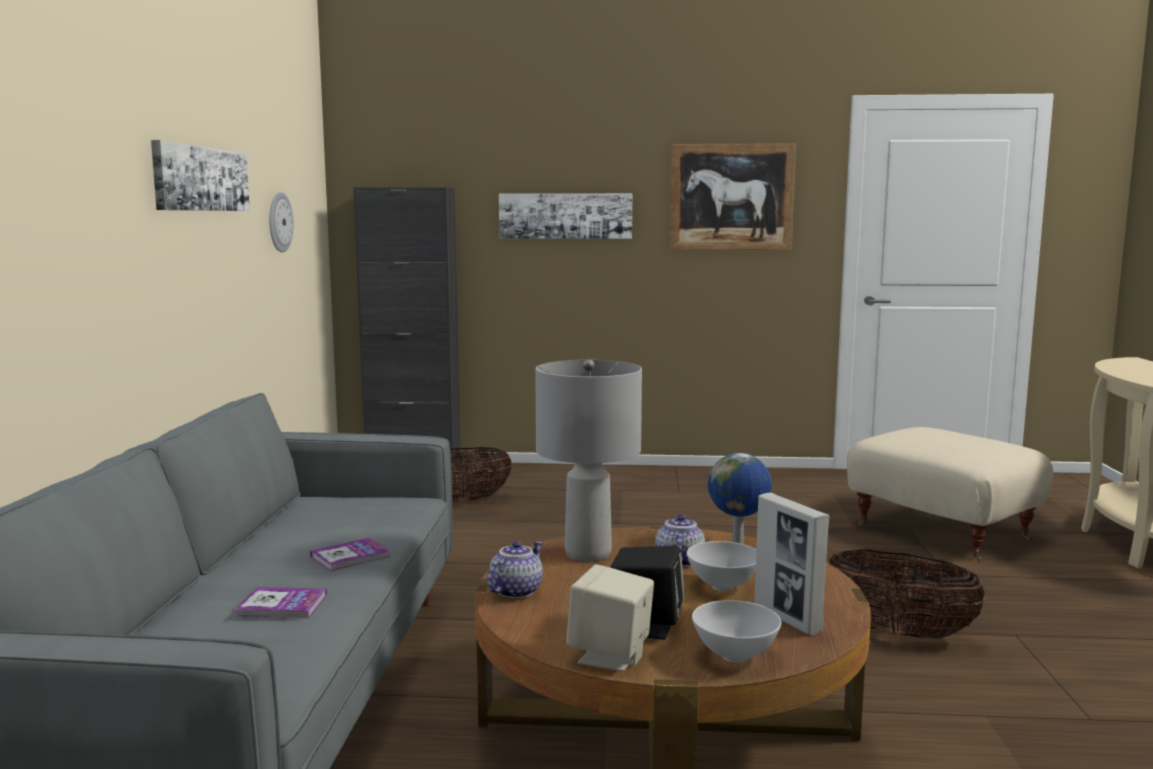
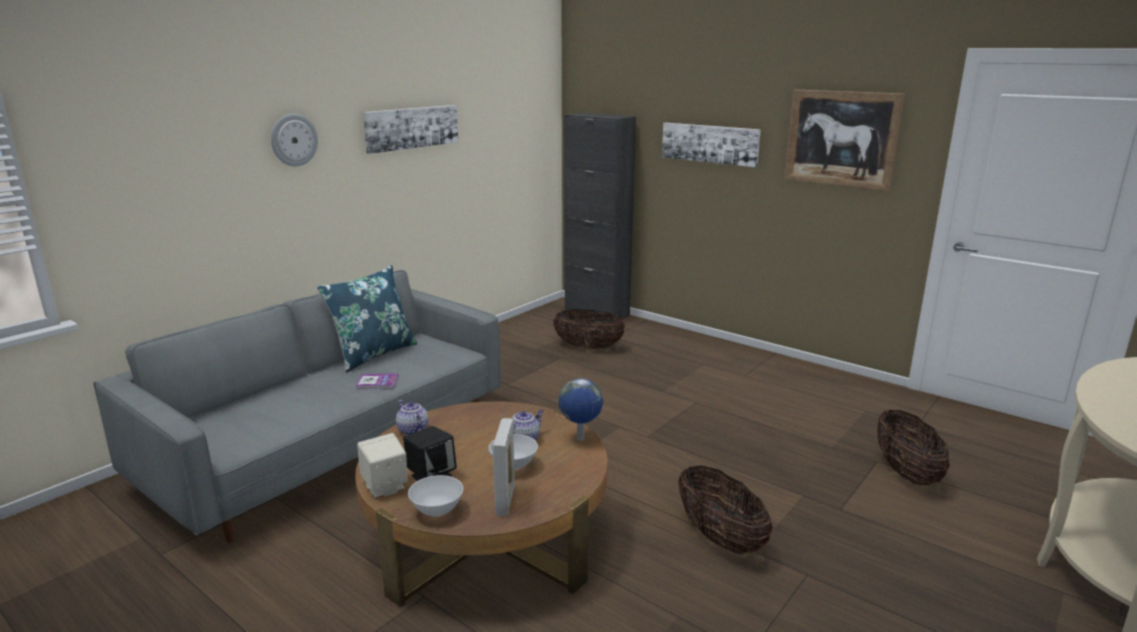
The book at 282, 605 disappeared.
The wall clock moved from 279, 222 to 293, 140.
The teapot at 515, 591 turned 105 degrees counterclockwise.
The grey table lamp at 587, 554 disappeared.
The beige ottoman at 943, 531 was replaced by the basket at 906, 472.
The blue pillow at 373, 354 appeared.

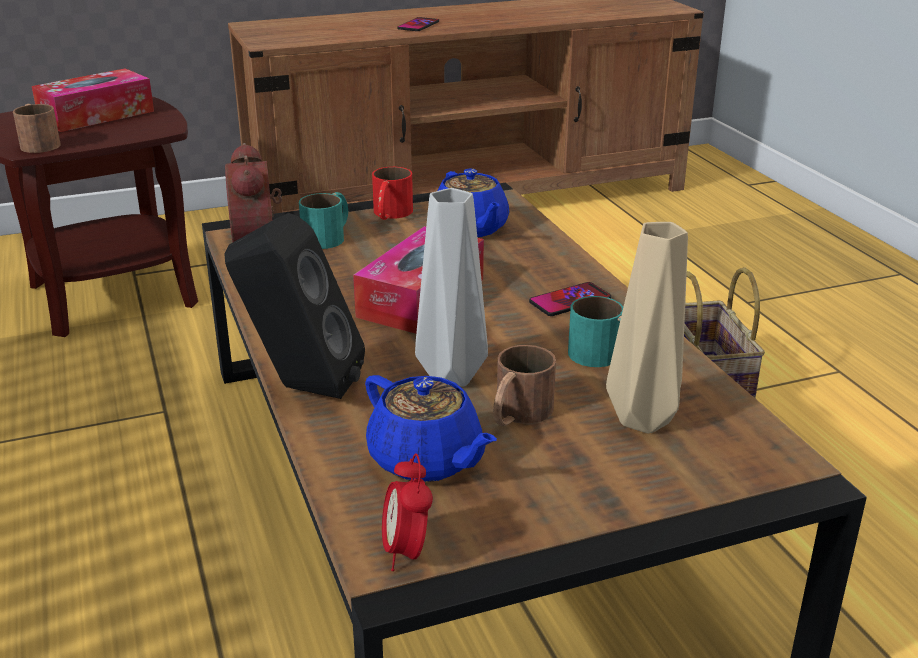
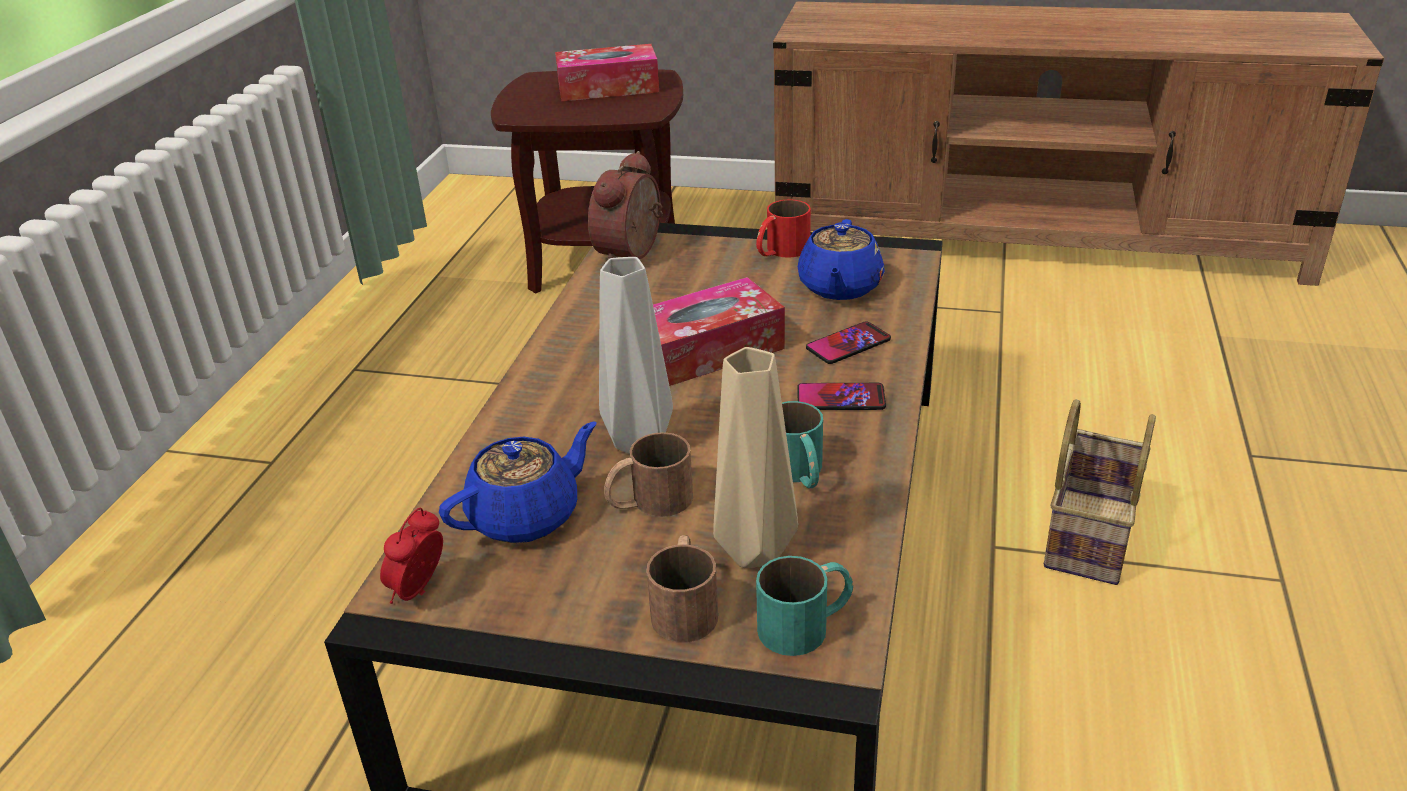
The brown mug moved from 38, 143 to 685, 605.
The black speaker at 299, 388 disappeared.
The turquoise mug moved from 329, 236 to 807, 624.
The blue teapot at 427, 460 turned 120 degrees counterclockwise.
The phone moved from 418, 25 to 848, 344.

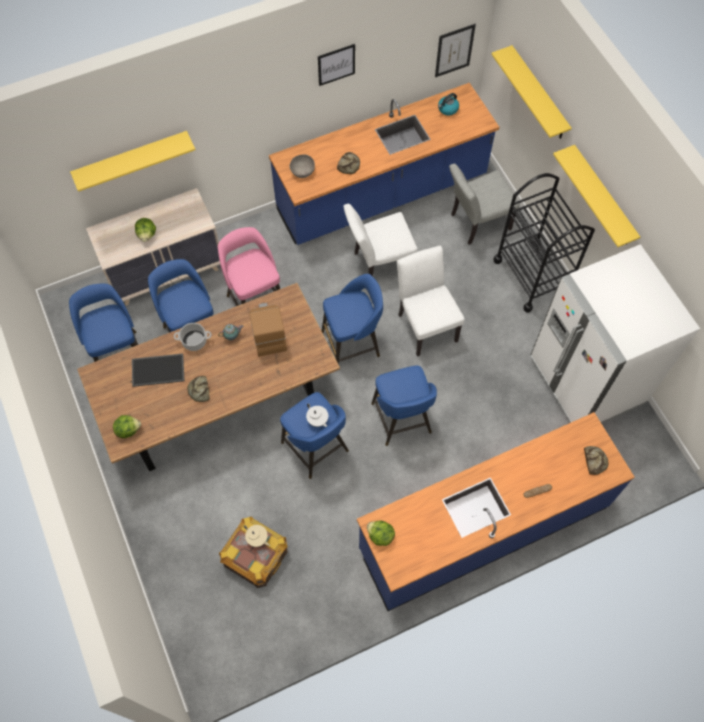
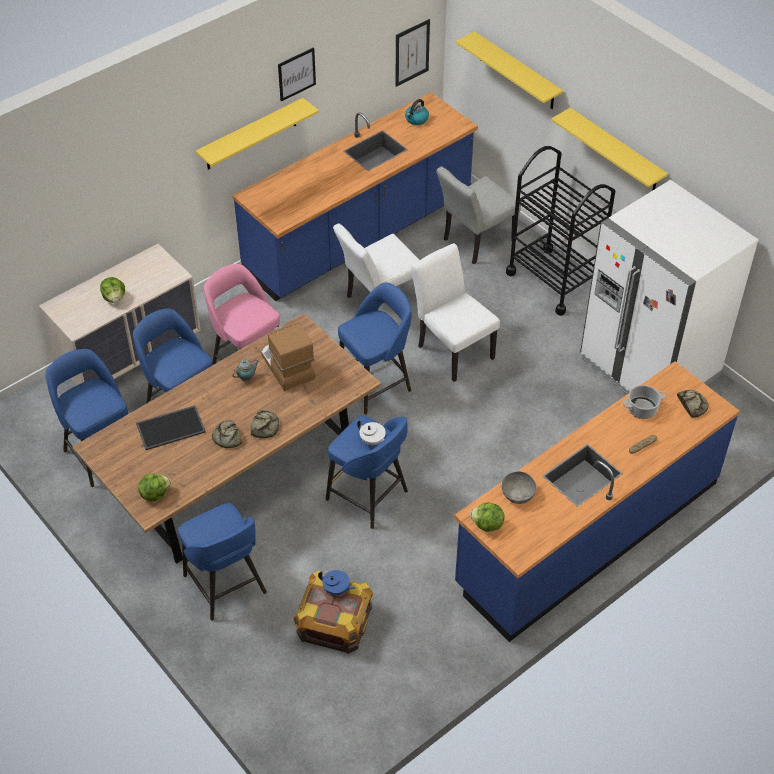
The yellow shelf moved from 131, 159 to 251, 135.
The cooking pot moved from 194, 341 to 642, 408.
The beige teapot at 257, 539 became the blue teapot at 336, 589.
The grey bowl moved from 302, 171 to 518, 494.
The bread moved from 349, 165 to 265, 426.
The blue stool moved from 401, 420 to 226, 586.

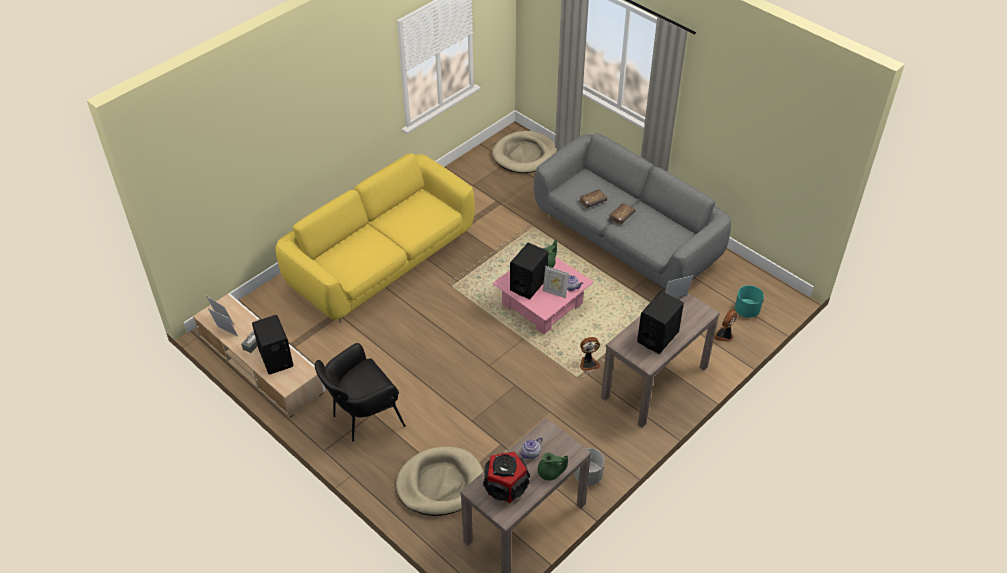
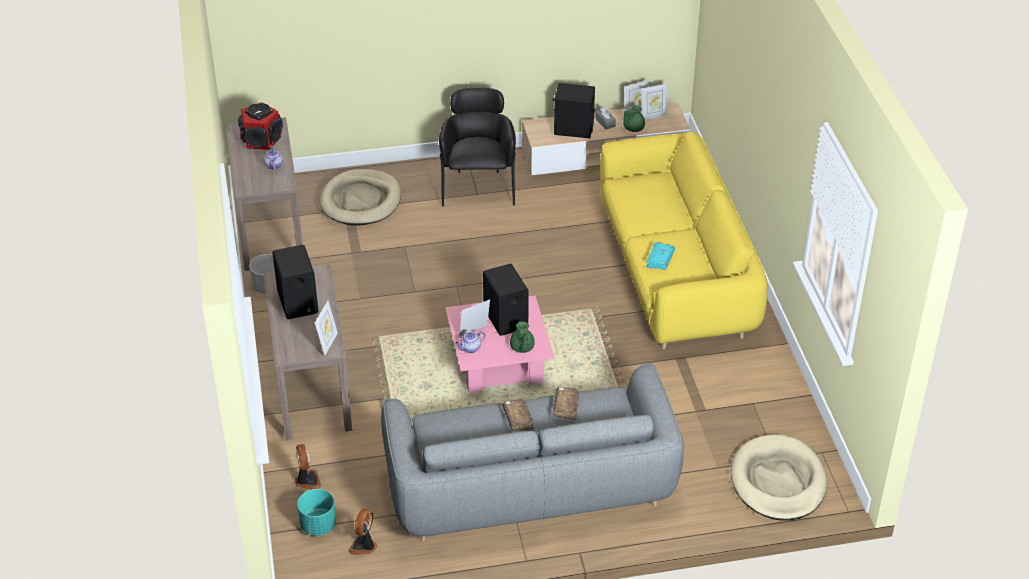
The green teapot moved from 550, 473 to 632, 128.
The fan moved from 588, 363 to 364, 546.
The turquoise book at 660, 260 appeared.

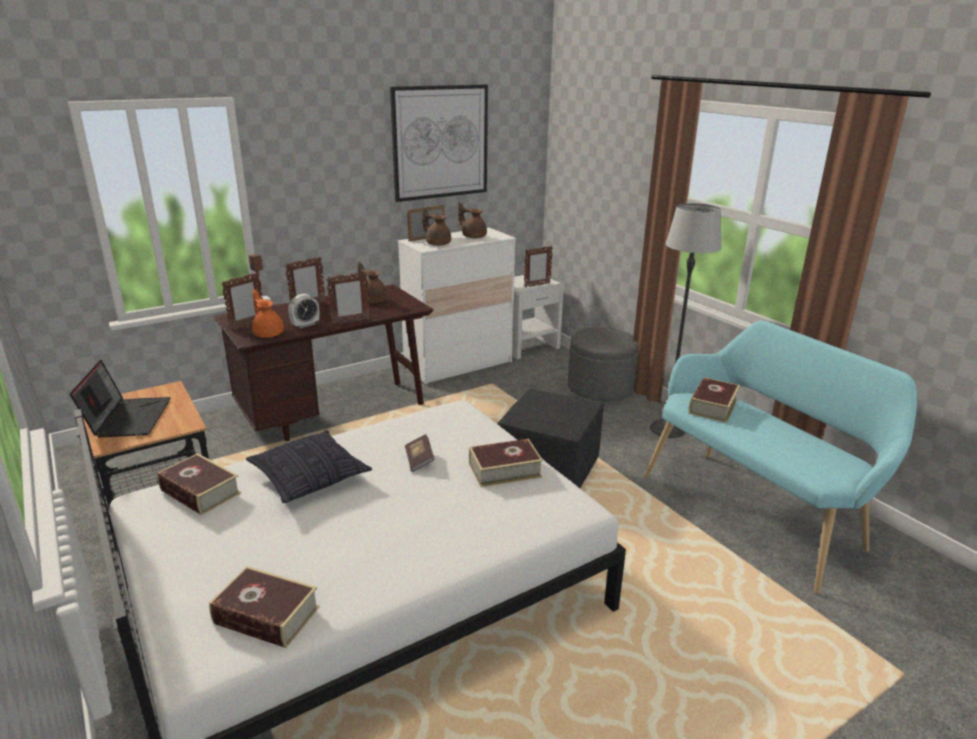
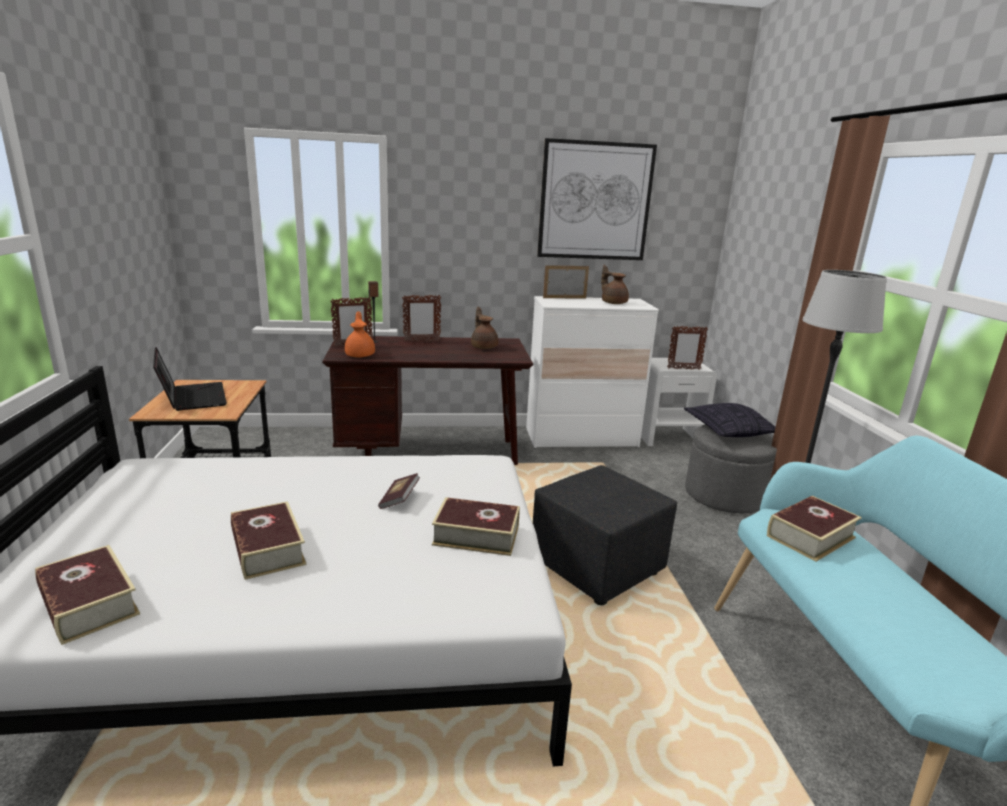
The laptop at 128, 418 turned 45 degrees counterclockwise.
The book moved from 200, 492 to 268, 549.
The pillow moved from 309, 478 to 729, 431.
The alarm clock at 305, 325 disappeared.
The picture frame at 350, 322 disappeared.
The brown teapot at 437, 243 disappeared.

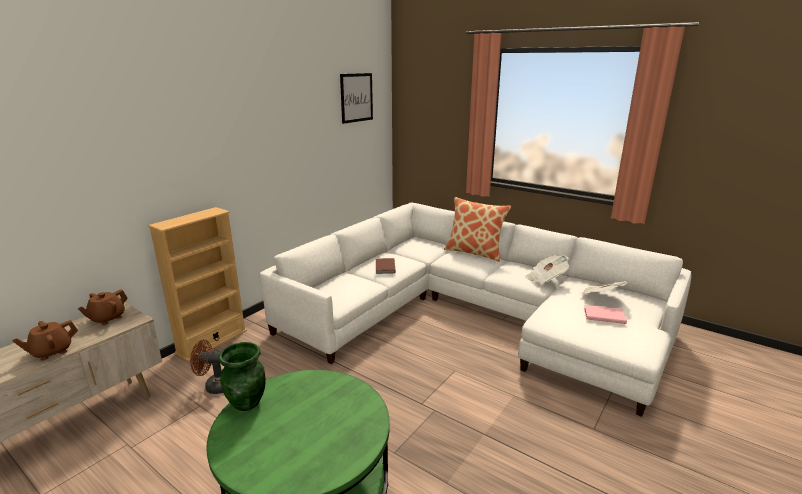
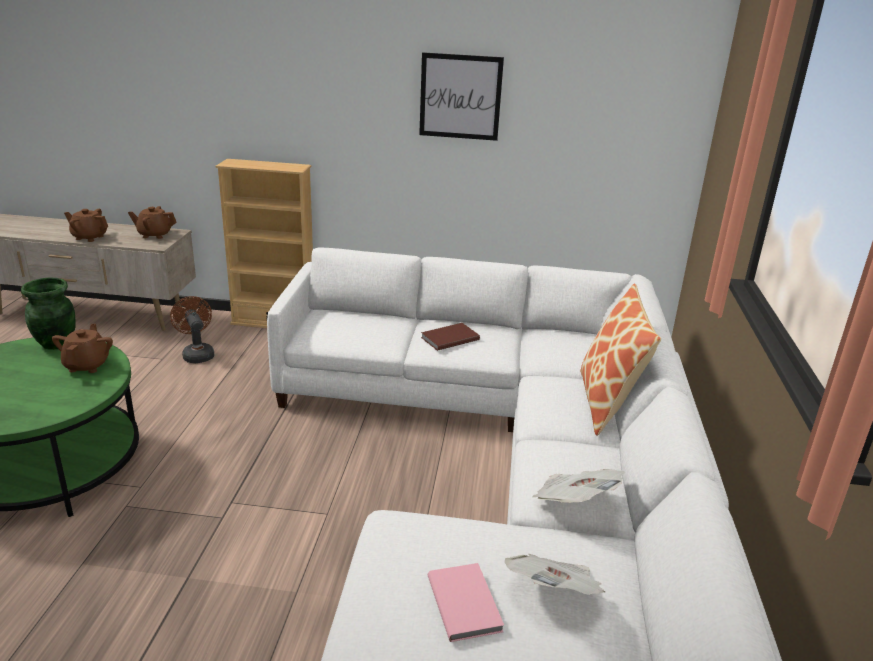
The picture moved from 356, 97 to 460, 97.
The brown teapot at 87, 365 appeared.

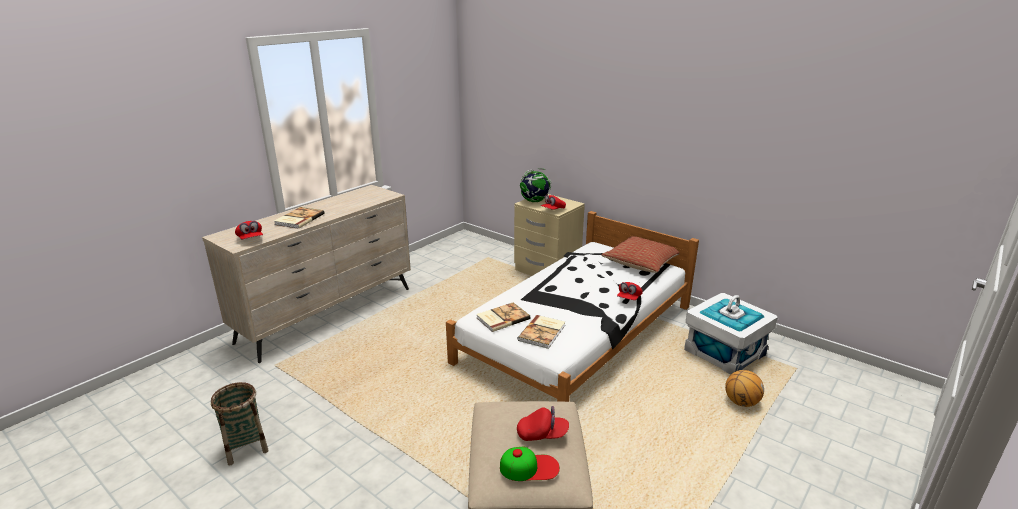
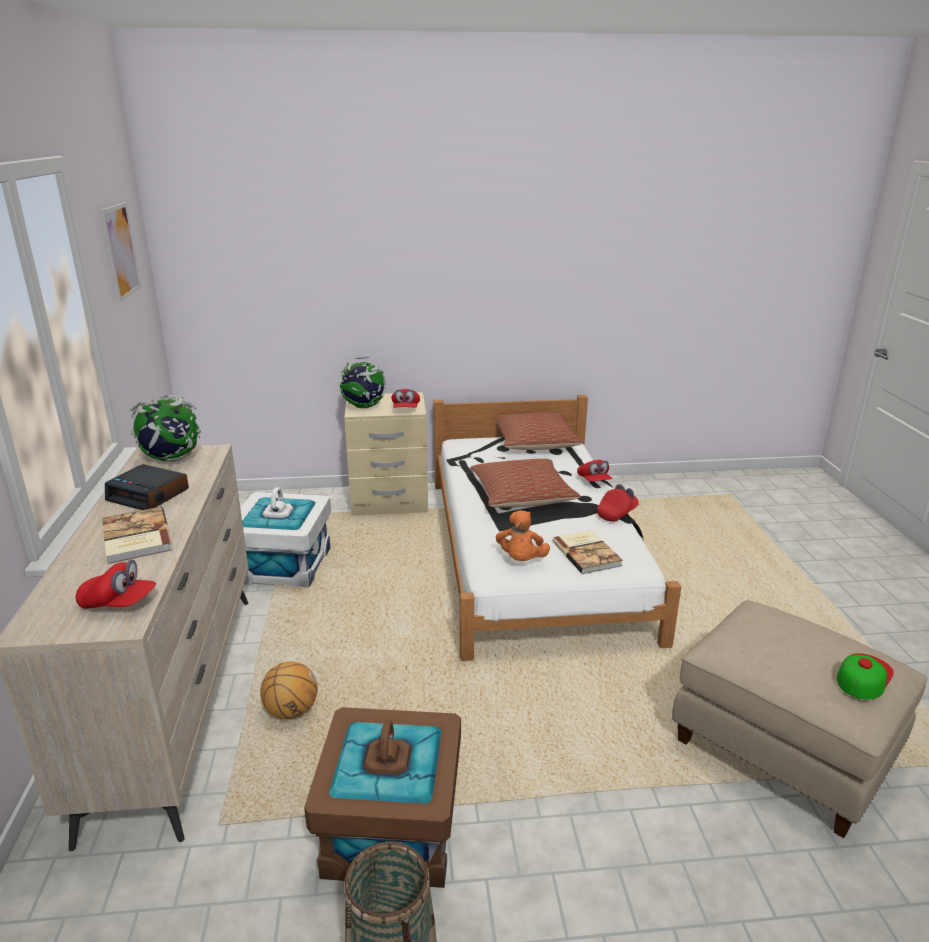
The book at 502, 318 was replaced by the orange plush toy at 521, 560.
The red cap moved from 542, 434 to 617, 513.
The white storage box moved from 724, 352 to 284, 565.
The basketball moved from 741, 402 to 291, 711.
The picture at 121, 251 appeared.
The alarm clock at 149, 495 appeared.
The globe at 171, 459 appeared.
The brown storage box at 390, 829 appeared.
The pillow at 522, 496 appeared.

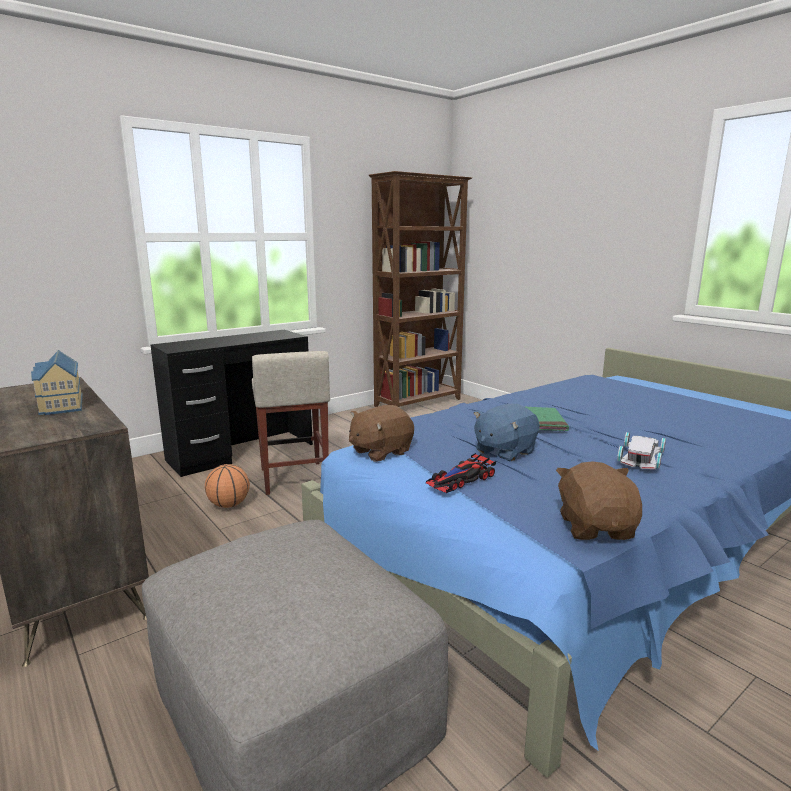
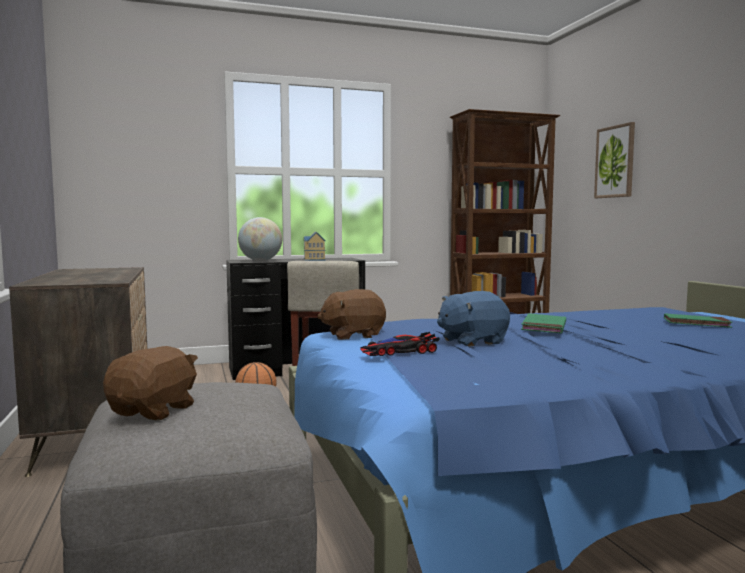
The toy house moved from 60, 404 to 313, 259.
The brown plush toy moved from 596, 528 to 154, 411.
The white toy car at 642, 456 disappeared.
The globe at 260, 260 appeared.
The picture at 615, 162 appeared.
The green book at 696, 324 appeared.

